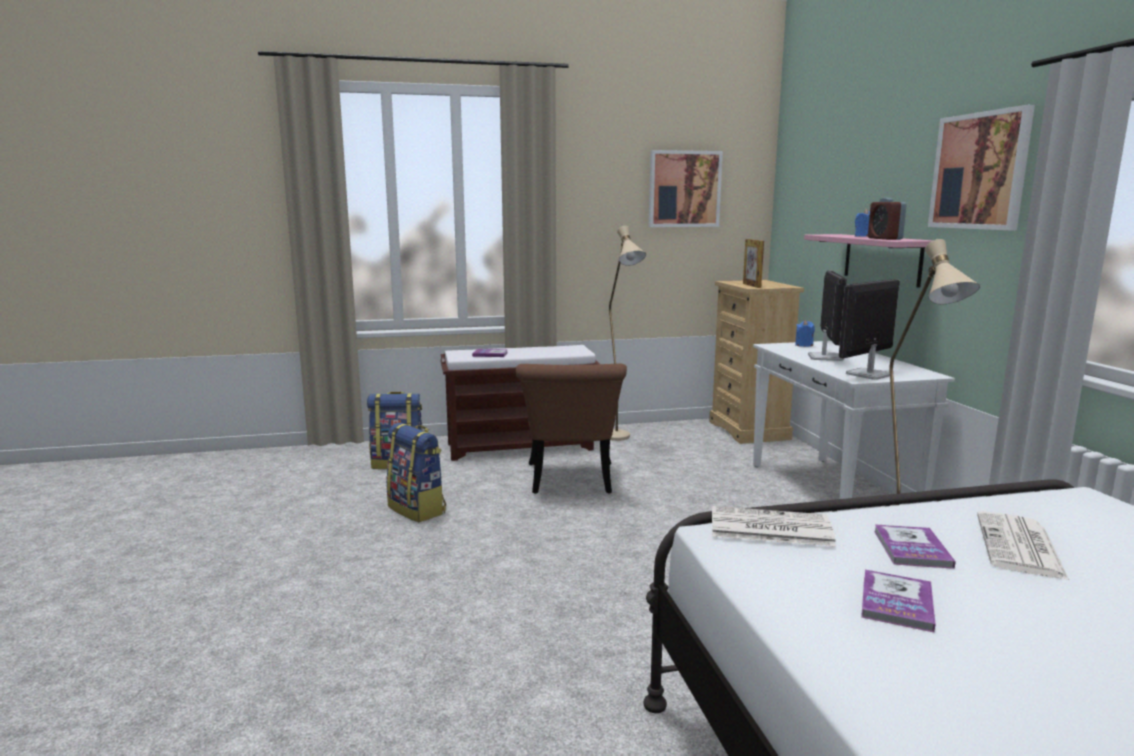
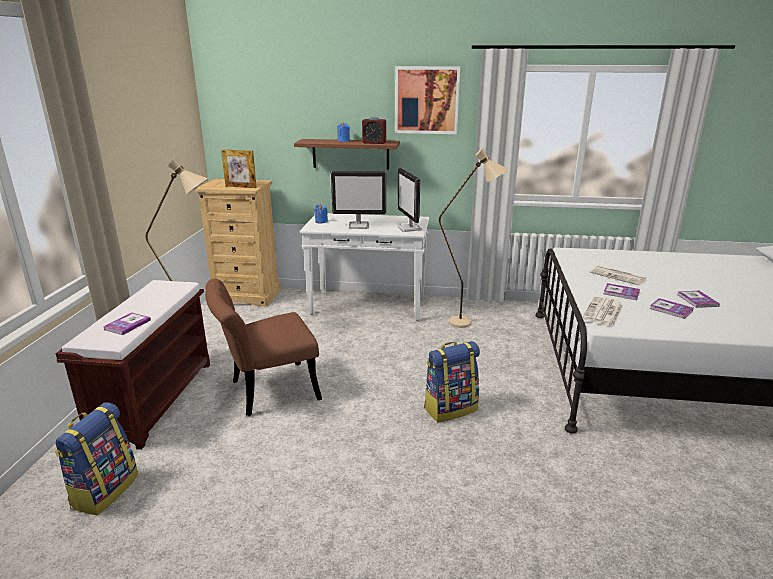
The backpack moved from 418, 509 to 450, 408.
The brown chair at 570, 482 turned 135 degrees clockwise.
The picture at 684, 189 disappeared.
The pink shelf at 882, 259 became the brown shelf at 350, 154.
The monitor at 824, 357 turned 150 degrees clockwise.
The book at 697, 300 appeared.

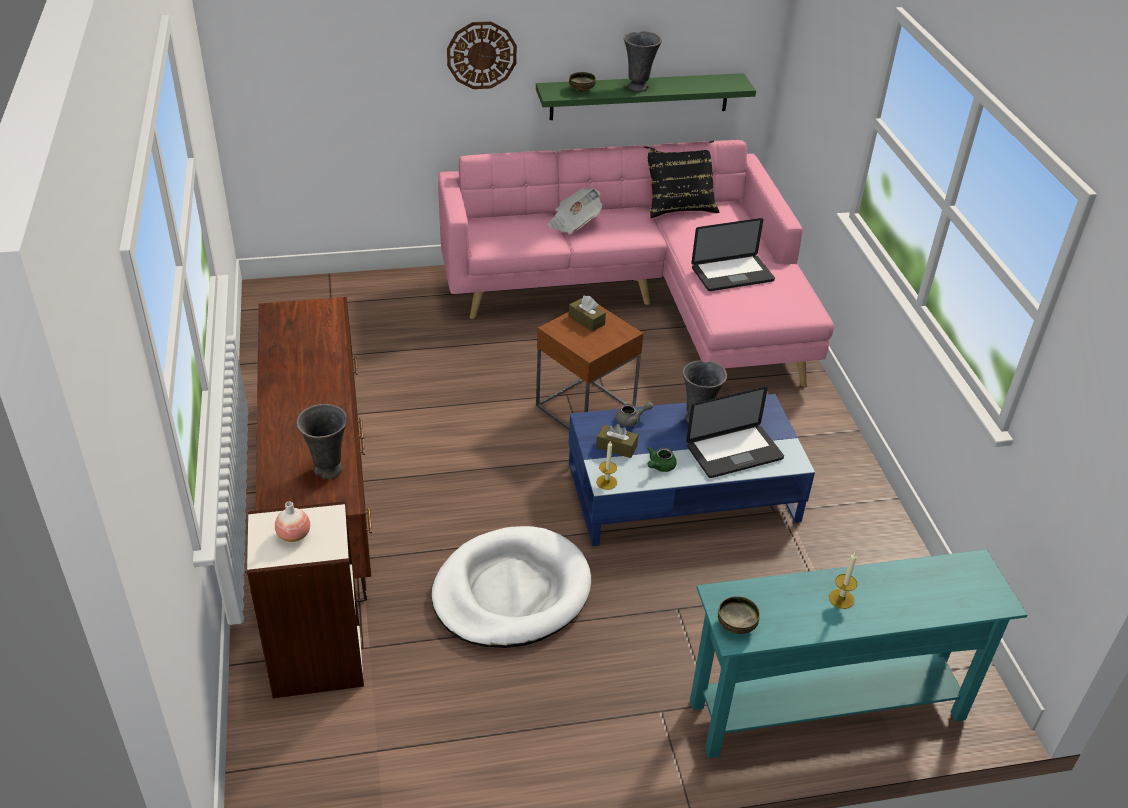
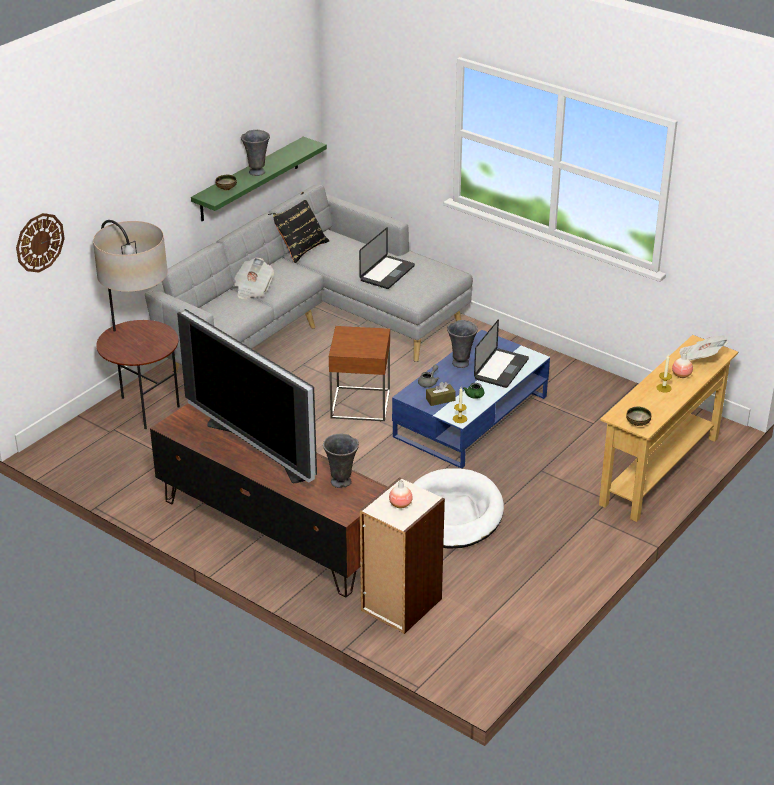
The pink sofa at 646, 305 became the grey sofa at 314, 328.
The wall clock moved from 481, 55 to 39, 242.
The brown tissue box at 586, 320 disappeared.
The turquoise console table at 827, 711 became the beige console table at 660, 471.
The floor lamp at 145, 409 appeared.
The television at 259, 448 appeared.
The vase at 681, 375 appeared.
The newspaper at 700, 358 appeared.

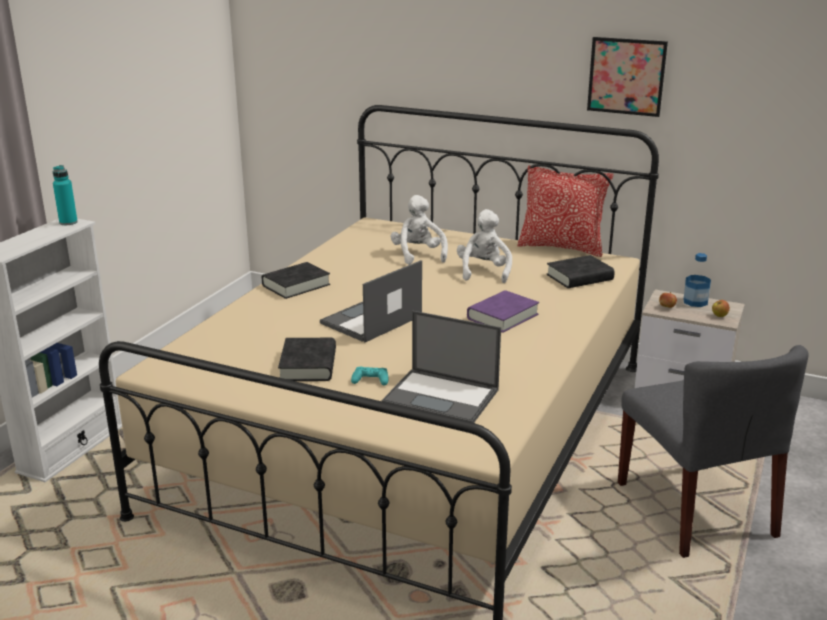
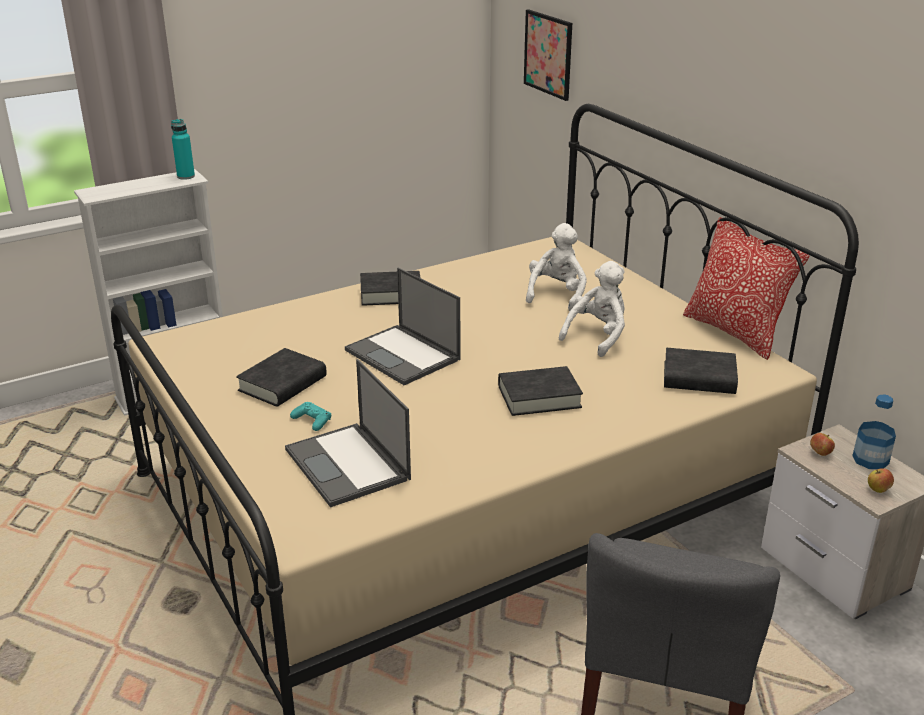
The laptop at 371, 320 turned 120 degrees counterclockwise.
The purple book at 502, 316 became the black book at 539, 397.
The picture moved from 626, 76 to 548, 54.

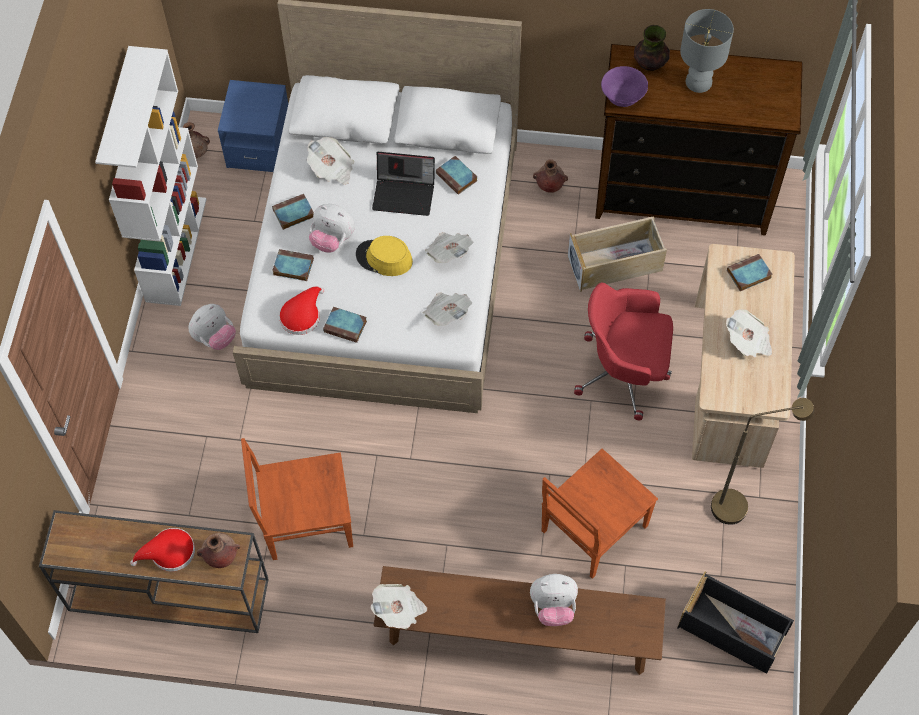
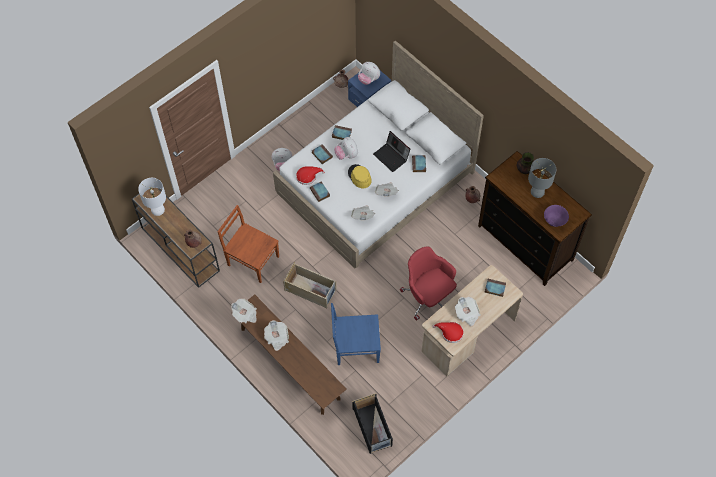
The white bookcase at 175, 249 disappeared.
The red hat moved from 169, 553 to 450, 332.
The newspaper moved from 332, 169 to 277, 338.
The plush toy moved from 553, 607 to 368, 79.
The brown chair at 592, 530 became the blue chair at 355, 347.
The beige storage box moved from 615, 263 to 311, 290.
The purple bowl moved from 622, 98 to 554, 221.
The brown floor lamp at 738, 504 disappeared.
The white table lamp at 157, 209 appeared.

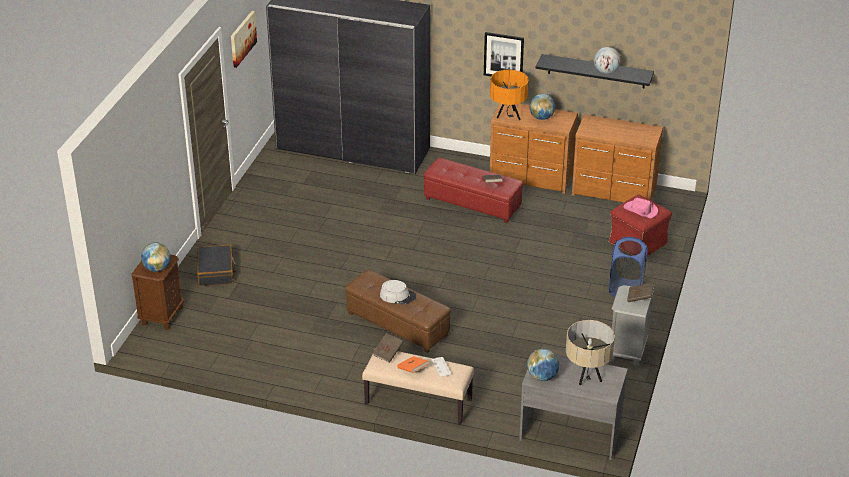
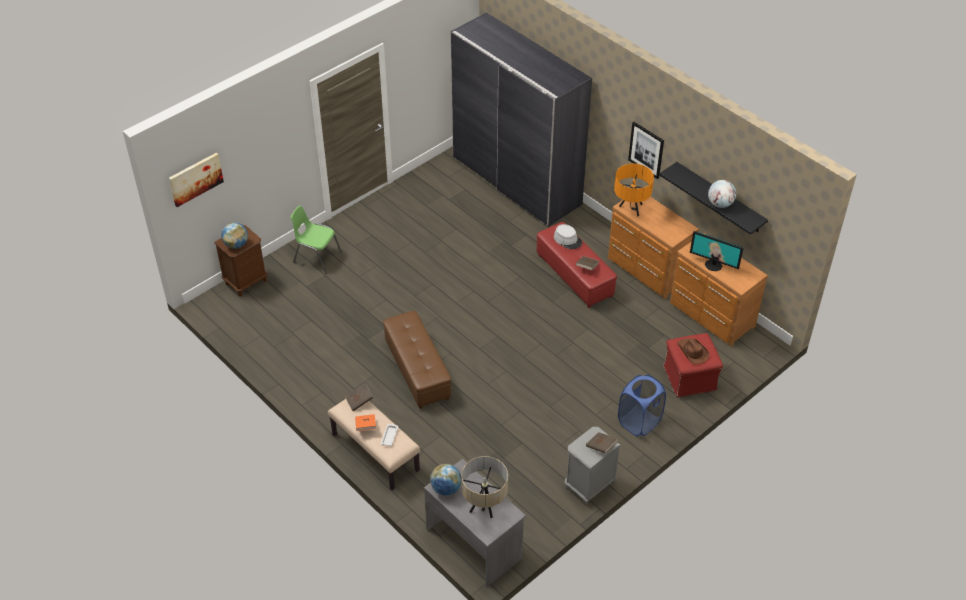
The black suitcase at 216, 271 was replaced by the green chair at 316, 257.
The picture moved from 242, 38 to 195, 179.
The grey hat moved from 397, 296 to 568, 240.
The globe at 541, 117 disappeared.
The pink hat at 640, 210 became the brown hat at 692, 352.
The monitor at 713, 265 appeared.

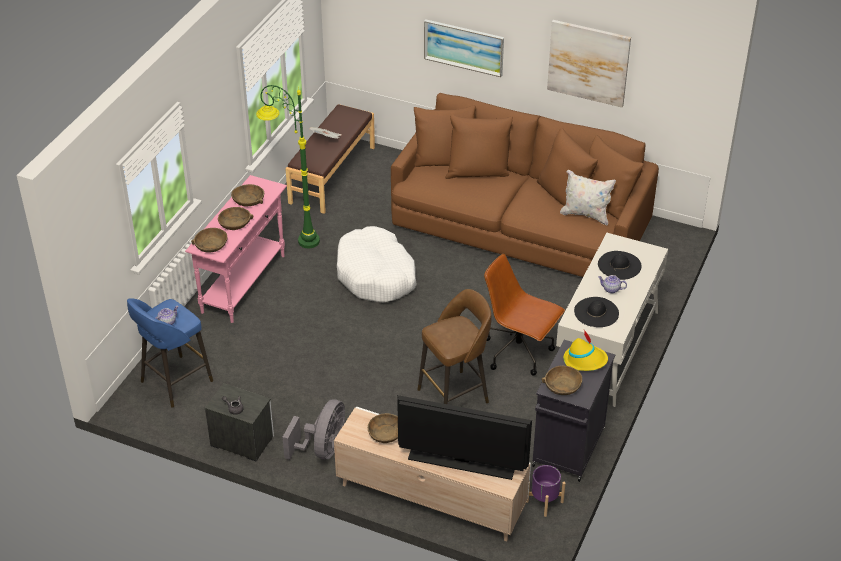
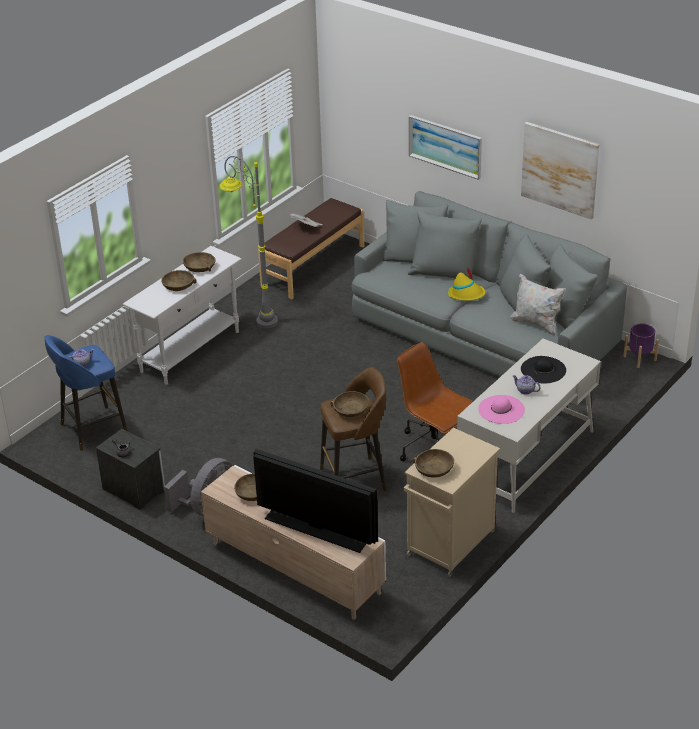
The pink console table at 244, 283 became the white console table at 191, 351.
The brown bowl moved from 211, 245 to 350, 409.
The green floor lamp at 292, 236 became the grey floor lamp at 253, 315.
The white dog bed at 376, 275 disappeared.
The brown sofa at 519, 222 became the grey sofa at 482, 330.
The purple planter moved from 544, 501 to 639, 358.
The black cabinet at 568, 449 became the beige cabinet at 449, 544.
The yellow hat moved from 585, 360 to 466, 294.
The black hat at 596, 312 became the pink hat at 501, 409.

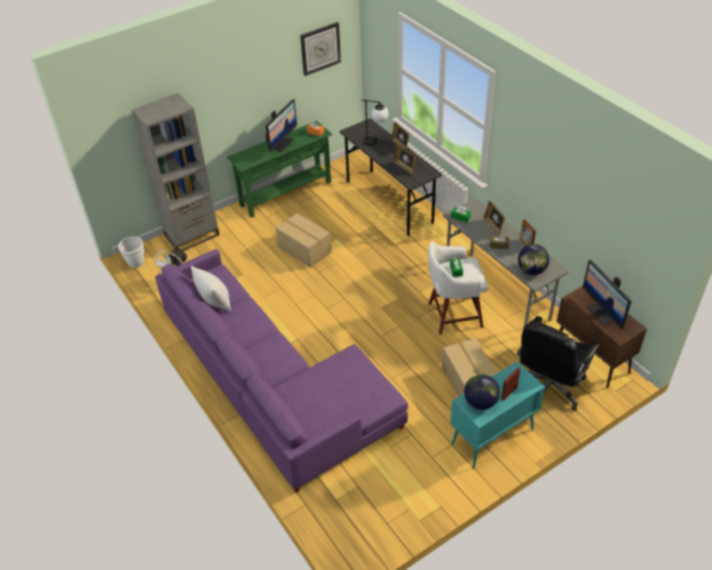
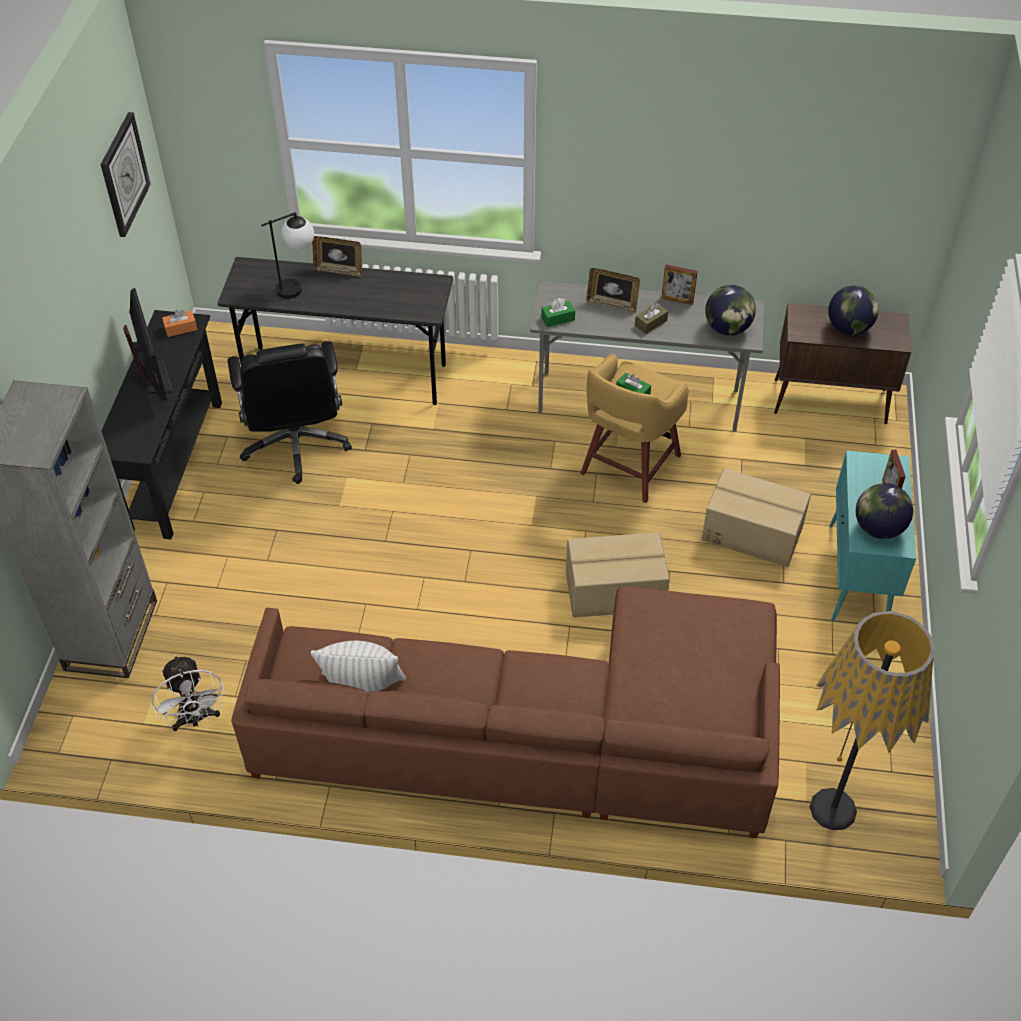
The white planter at 136, 263 disappeared.
The purple sofa at 273, 385 became the brown sofa at 542, 737.
The green console table at 285, 193 became the black console table at 174, 466.
The cardboard box moved from 304, 250 to 615, 591.
The picture frame at 405, 167 disappeared.
The white stool at 453, 315 became the yellow stool at 628, 466.
The black office chair moved from 548, 387 to 296, 445.
The monitor at 602, 313 was replaced by the globe at 848, 328.
The floor lamp at 832, 809 appeared.

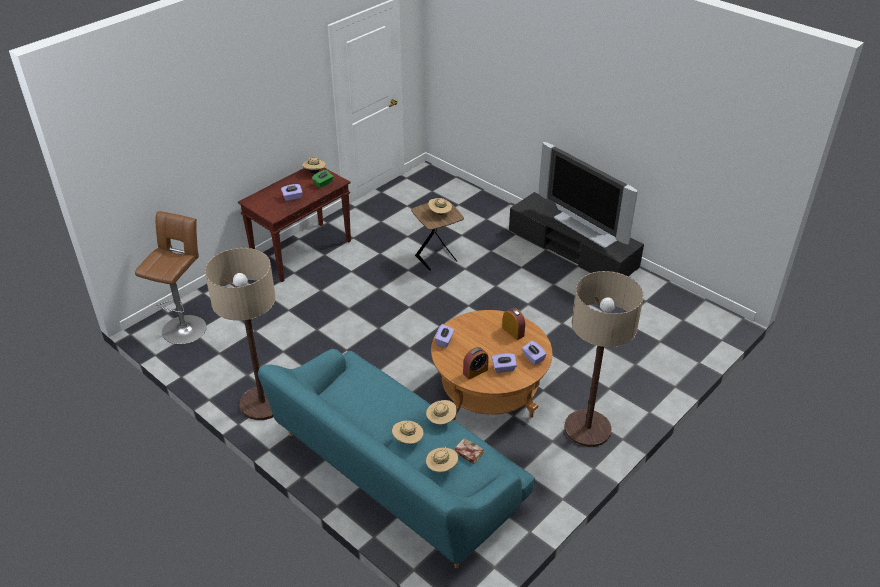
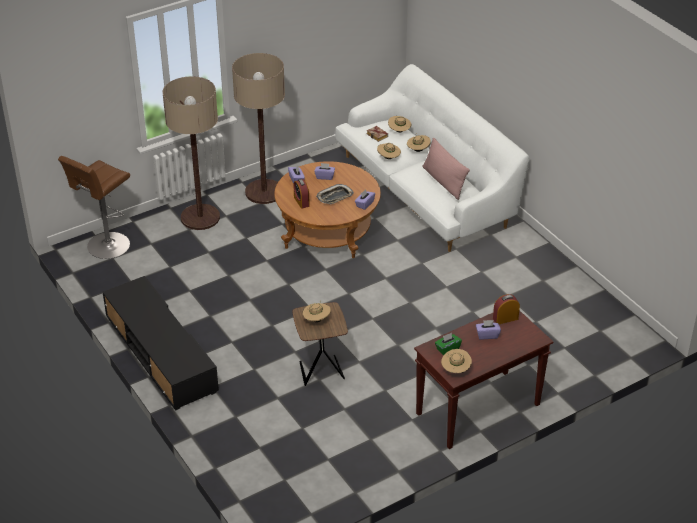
The brown stool moved from 186, 327 to 106, 247.
The floor lamp moved from 262, 403 to 200, 218.
The turquoise sofa at 395, 473 became the white sofa at 426, 190.
The alarm clock moved from 475, 371 to 505, 319.
The television at 585, 229 disappeared.
The tray at 335, 197 appeared.
The pink pillow at 444, 182 appeared.

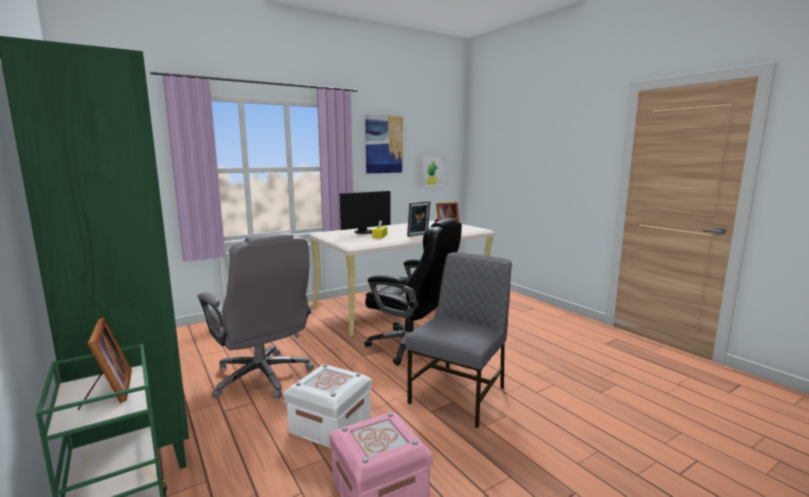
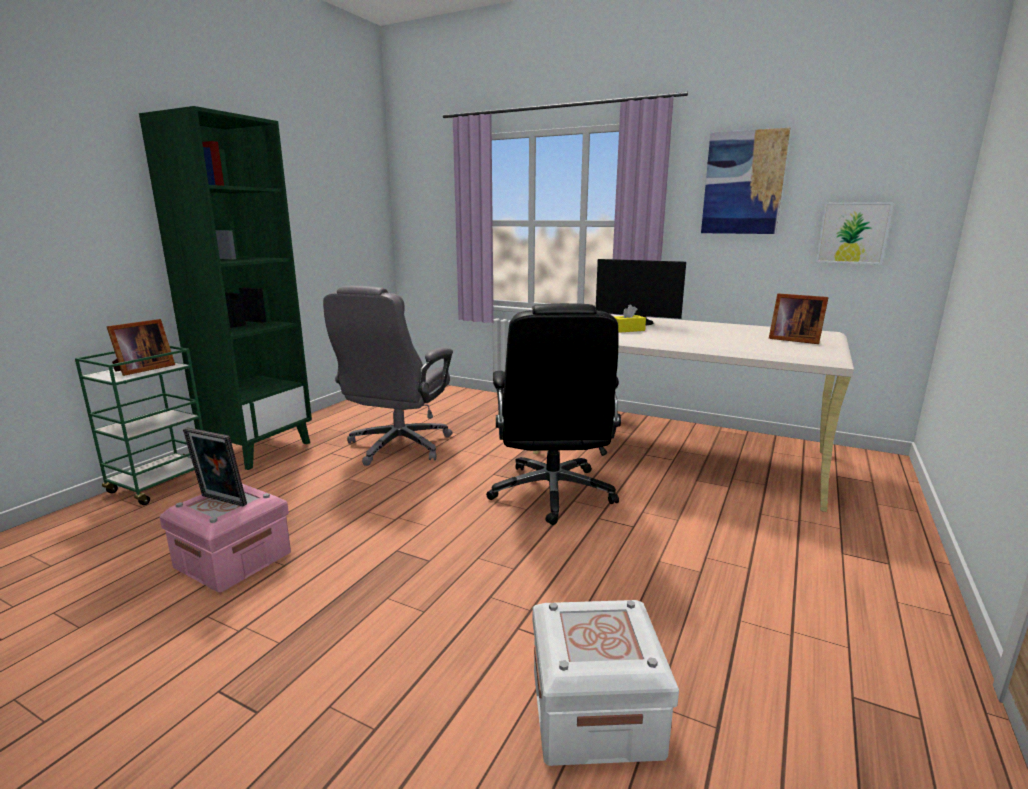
The white storage box moved from 330, 425 to 595, 712.
The grey chair at 460, 395 disappeared.
The picture frame moved from 418, 235 to 221, 501.

